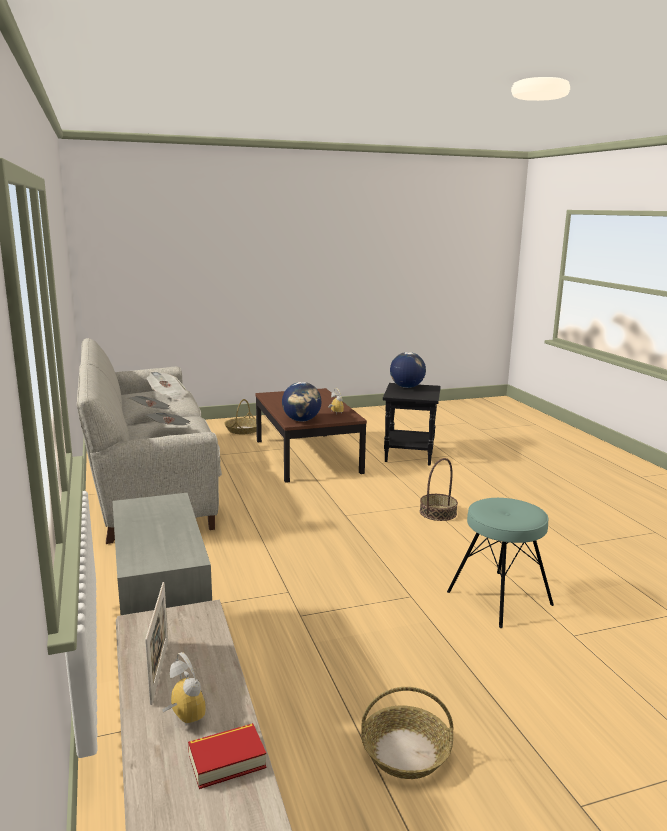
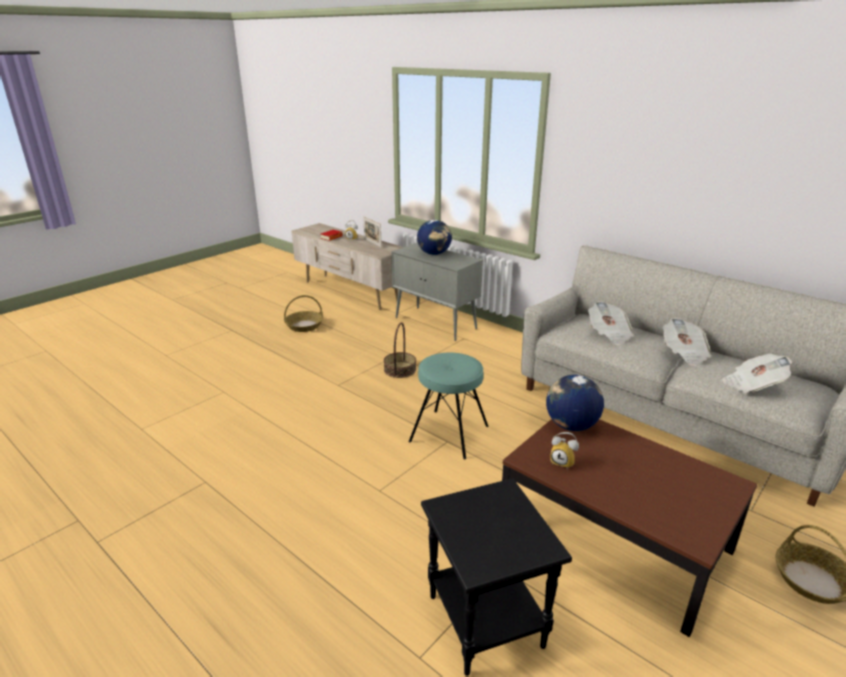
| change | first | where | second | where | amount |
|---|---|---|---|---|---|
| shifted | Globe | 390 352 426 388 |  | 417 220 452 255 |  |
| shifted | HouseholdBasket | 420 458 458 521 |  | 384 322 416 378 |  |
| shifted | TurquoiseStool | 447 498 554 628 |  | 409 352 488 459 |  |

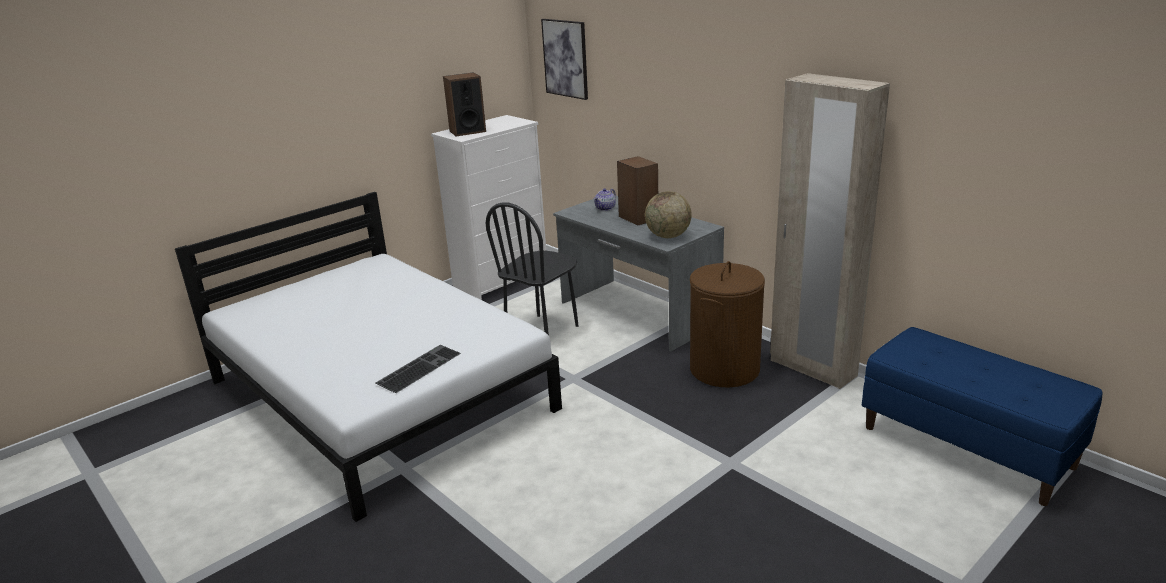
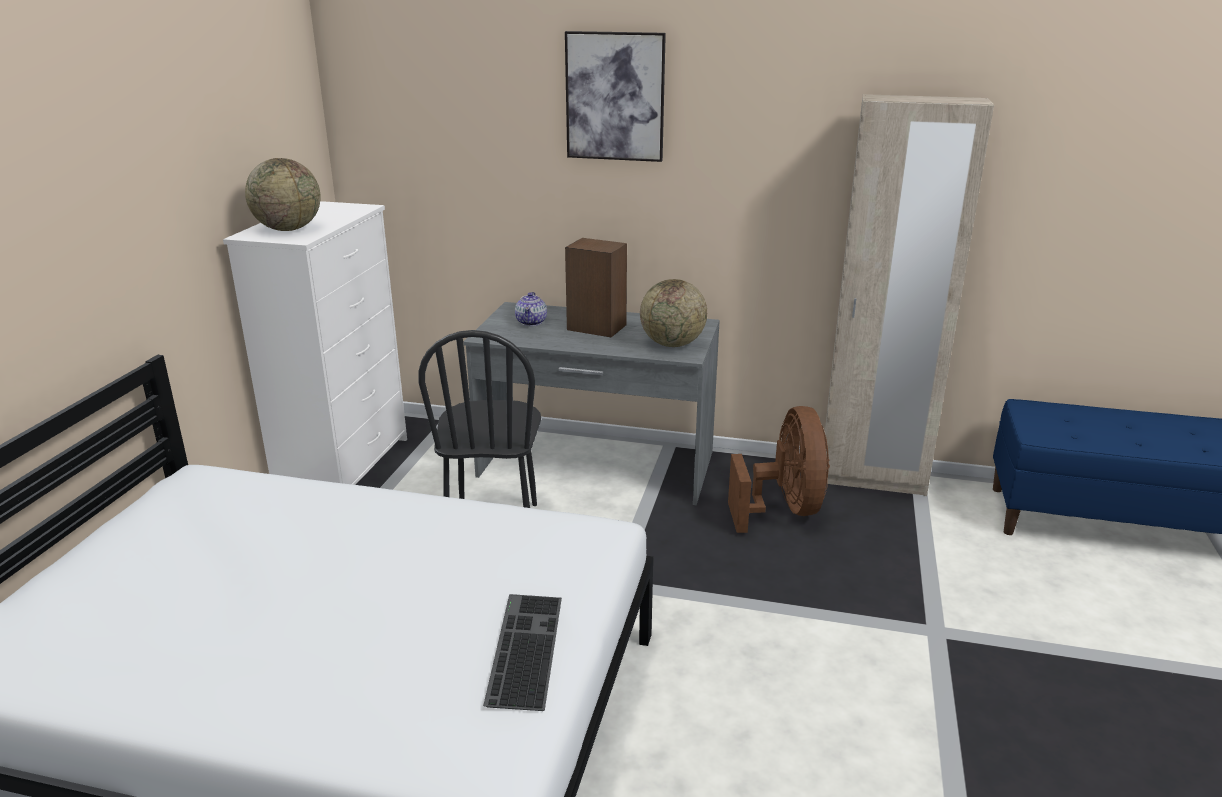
| change | first | where | second | where | amount |
|---|---|---|---|---|---|
| swapped | Speaker | 443 72 486 136 | Globe | 245 158 321 231 |  |
| shifted | WallArt | 541 19 588 100 |  | 565 31 666 162 |  |
| swapped | BrownColouredWashingBasket | 690 261 765 388 | BrownColouredElectricFan | 728 406 830 533 |  |

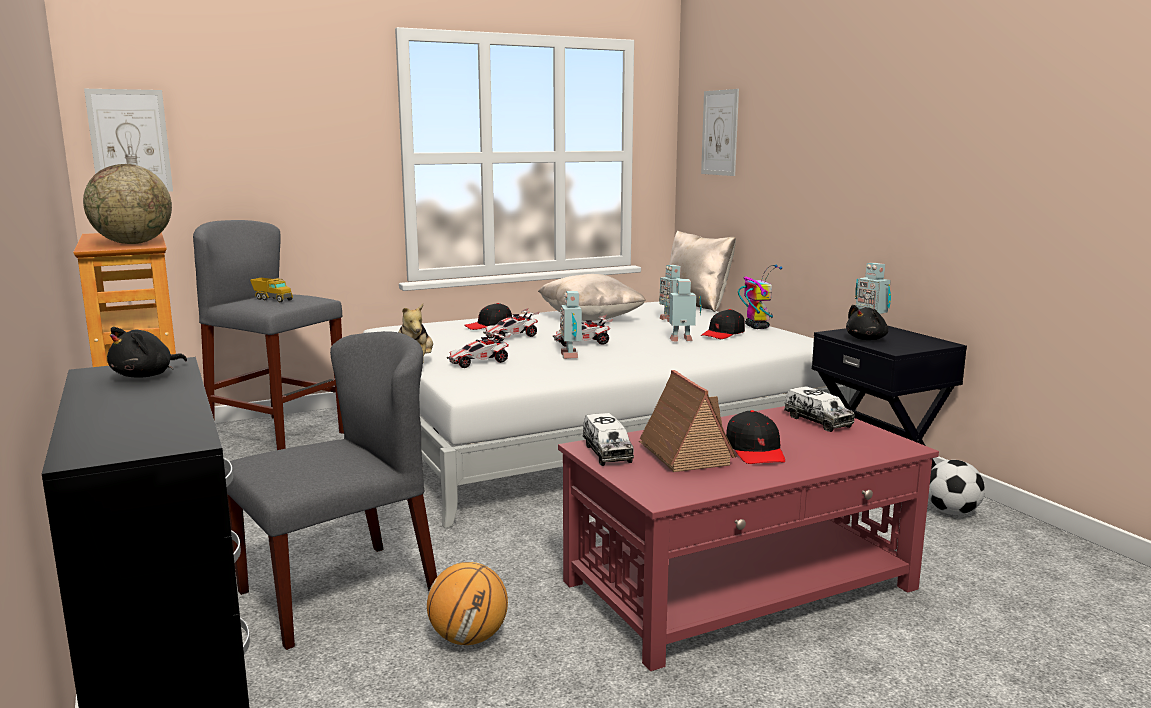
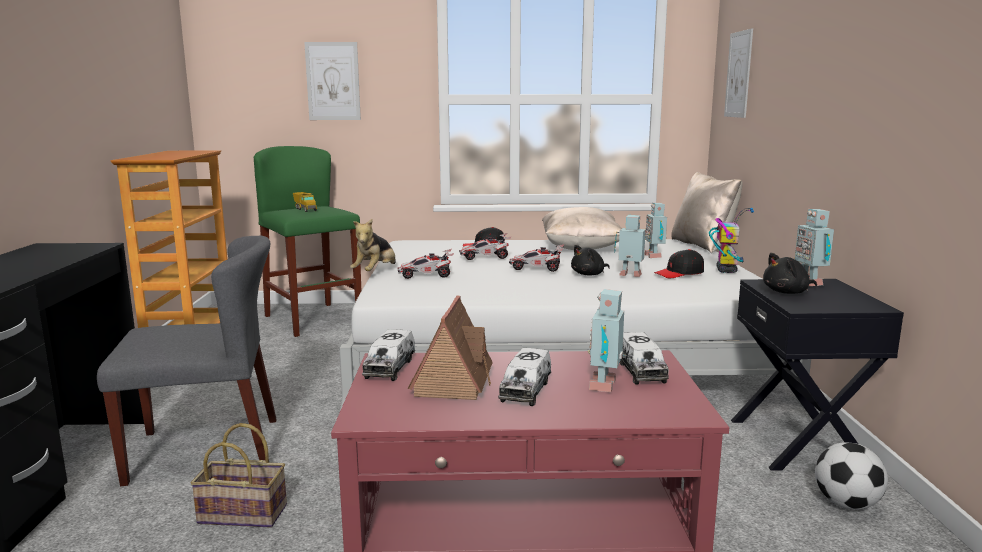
| change | first | where | second | where | amount |
|---|---|---|---|---|---|
| gone | Globe | 83 164 172 244 |  |  |  |
| shifted | WallArt | 84 89 173 192 |  | 304 42 361 120 |  |
| shifted | BlackCuddlyToy | 107 327 187 378 |  | 571 245 610 275 |  |
| repainted | GreyishStool | 193 220 344 450 | GreenColouredStool | 254 146 361 337 |  |
| swapped | BallForBasketball | 427 562 508 645 | HouseholdBasket | 190 423 287 528 |  |
| shifted | RobotFigure | 559 291 584 359 |  | 587 289 626 392 |  |
| swapped | BlackCap | 726 410 785 464 | ToyTruck | 498 348 551 406 |  |

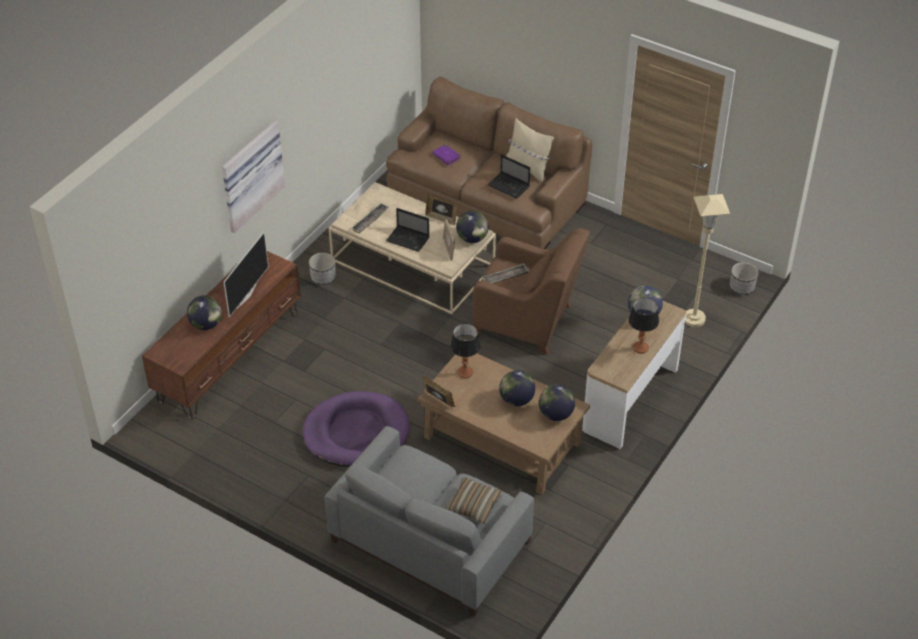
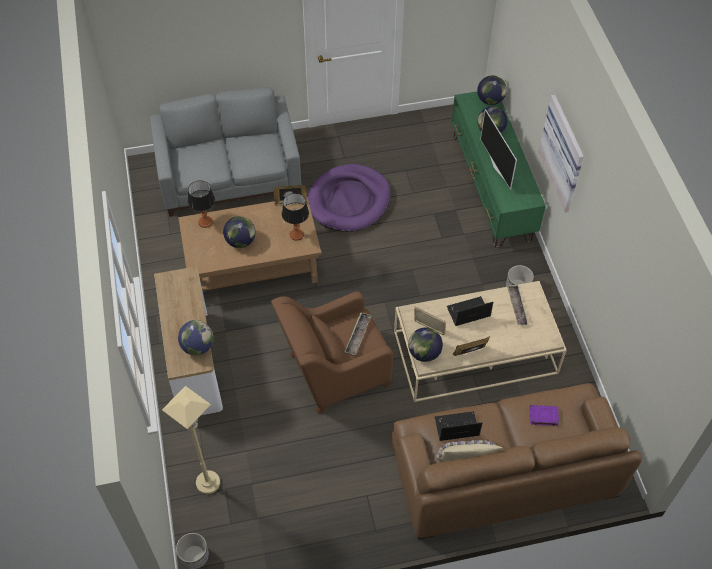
| change | first | where | second | where | amount |
|---|---|---|---|---|---|
| repainted | BrownColouredTvStand | 142 251 301 419 | GreenColouredTvStand | 451 91 546 248 |  |
| gone | Cushion | 445 478 503 524 |  |  |  |
| shifted | Globe | 539 385 575 421 |  | 477 75 507 105 |  |
| shifted | TableLamp | 628 298 659 354 |  | 188 180 215 228 |  |

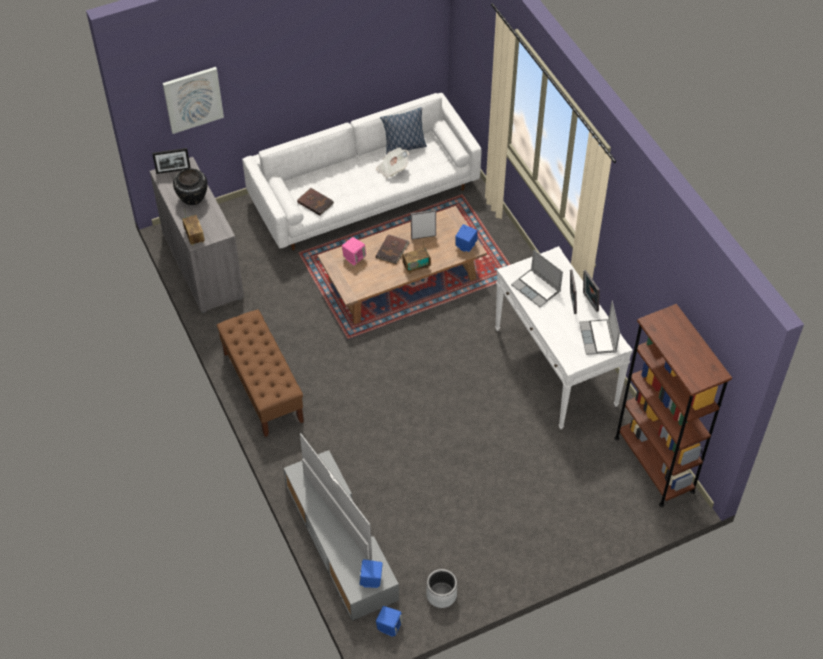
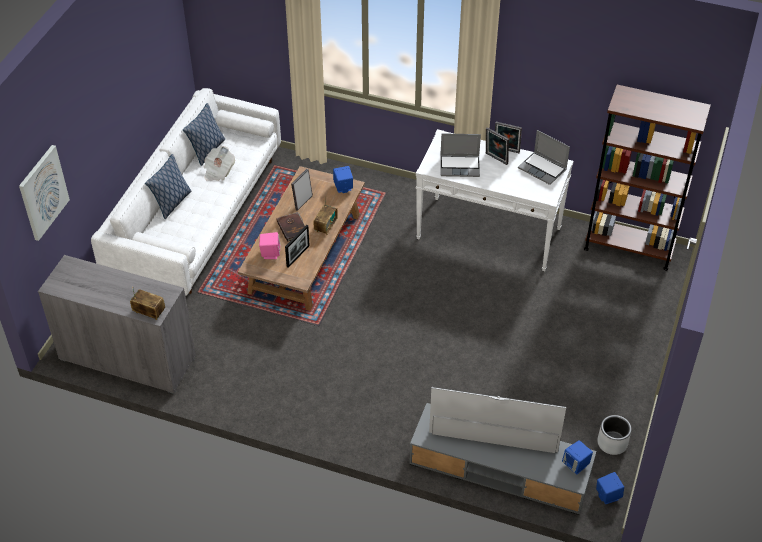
| change | first | where | second | where | amount |
|---|---|---|---|---|---|
| shifted | PictureFrame | 152 148 191 174 |  | 285 225 310 268 |  |
| gone | BlackDecorativeVase | 173 168 208 205 |  |  |  |
| gone | BrownColouredBench | 217 309 304 437 |  |  |  |
| gone | BrownColouredBook | 297 188 334 216 |  |  |  |
| new |  |  | Cushion | 145 154 191 219 |  |

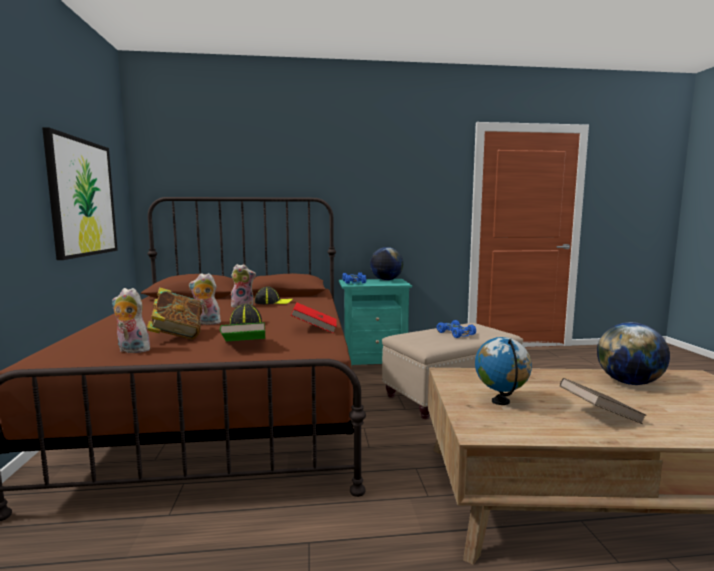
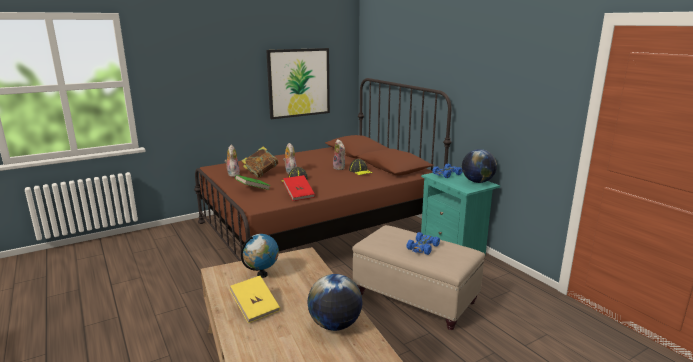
| change | first | where | second | where | amount |
|---|---|---|---|---|---|
| repainted | BrownColouredBook | 560 378 647 424 | YellowBook | 230 276 280 323 |  |

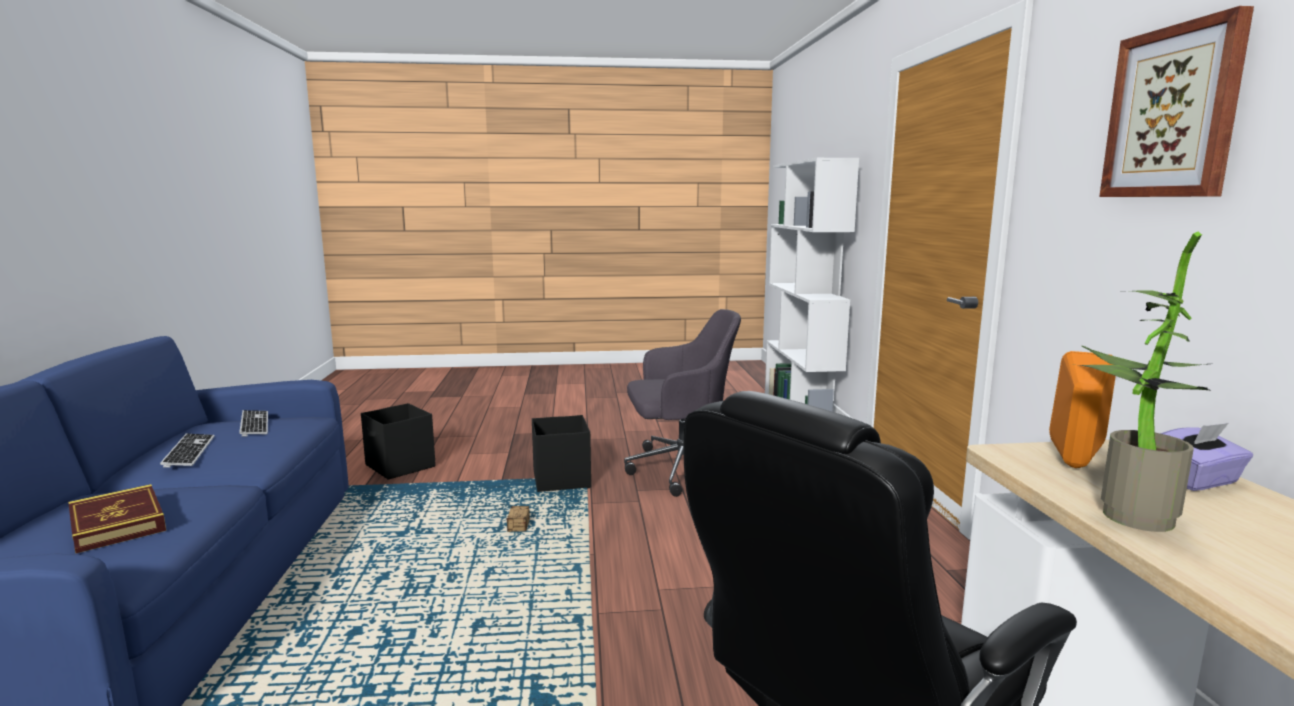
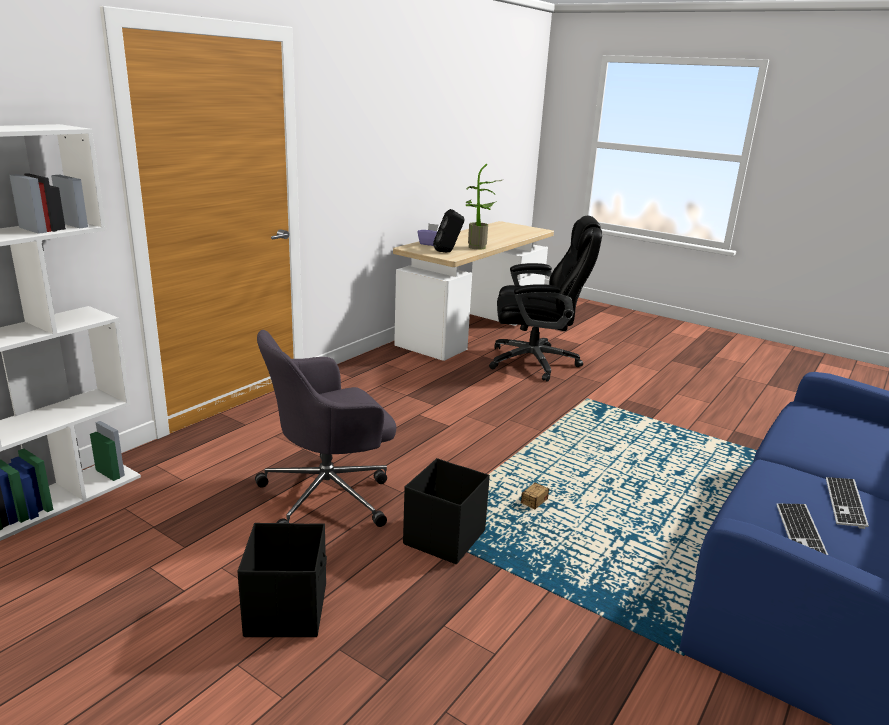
| change | first | where | second | where | amount |
|---|---|---|---|---|---|
| gone | Book | 68 484 166 553 |  |  |  |
| shifted | BlackStorageContainer | 361 403 436 480 |  | 237 523 327 637 |  |
| rotated | GreyishComputerChair | 624 309 741 497 |  | 255 330 396 527 | 60 degrees counterclockwise |
| repainted | OrangeySpeaker | 1049 351 1116 468 | BlackSpeaker | 433 209 464 252 |  |
| gone | WallArt | 1099 6 1254 197 |  |  |  |

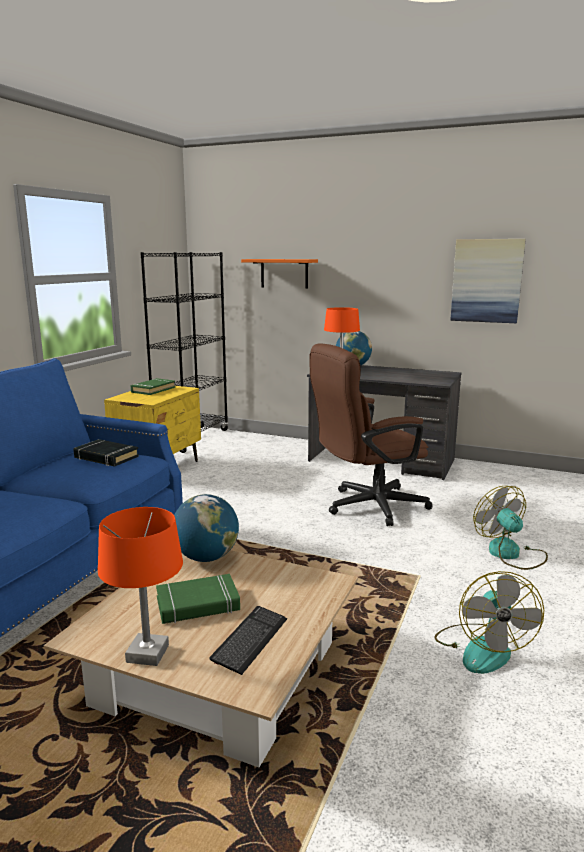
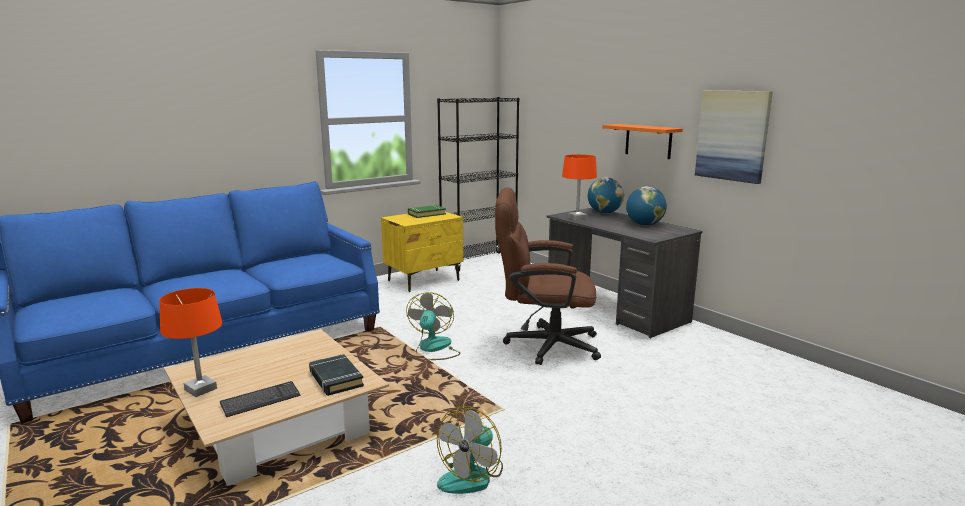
| change | first | where | second | where | amount |
|---|---|---|---|---|---|
| shifted | BlackBook | 73 439 139 467 |  | 309 354 364 396 |  |
| gone | GreenColouredBook | 156 574 240 624 |  |  |  |
| shifted | Globe | 174 494 239 562 |  | 626 186 667 226 |  |
| shifted | OrangeyWallShelf | 241 259 318 288 |  | 602 124 683 159 |  |
| shifted | ElectricFan | 473 486 548 570 |  | 406 292 460 360 |  |

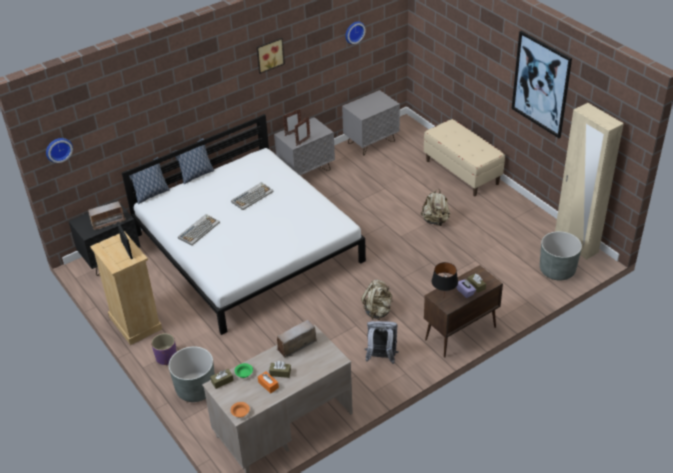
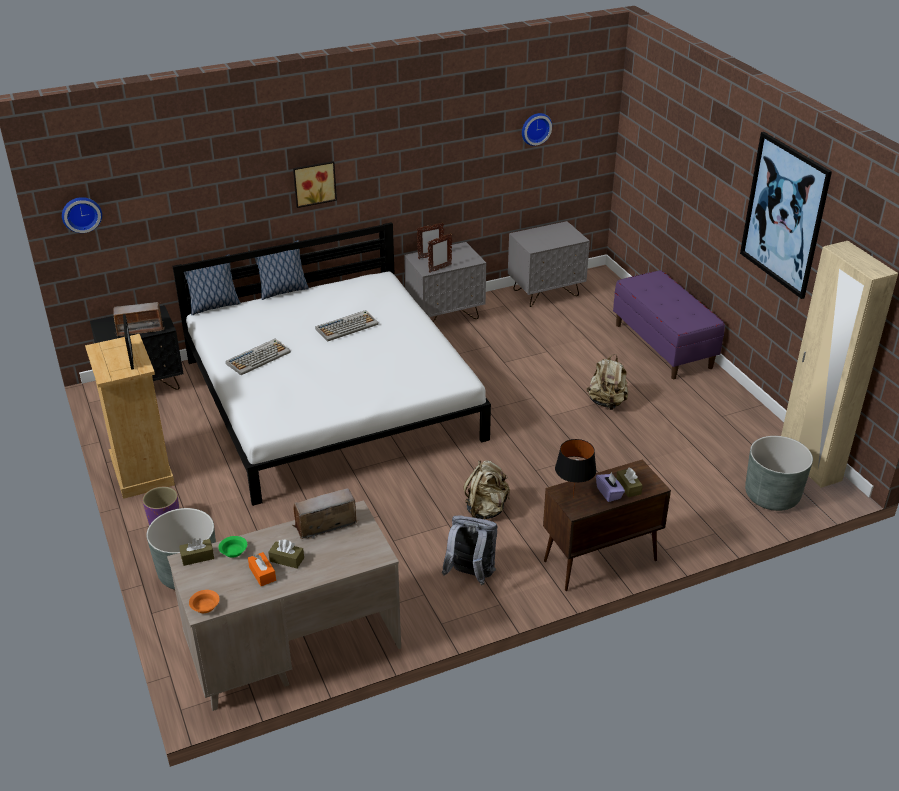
| change | first | where | second | where | amount |
|---|---|---|---|---|---|
| shifted | WallArt | 257 38 285 74 |  | 293 161 337 208 |  |
| repainted | BeigeColouredBench | 424 119 505 196 | PurplishBench | 613 270 725 379 |  |

